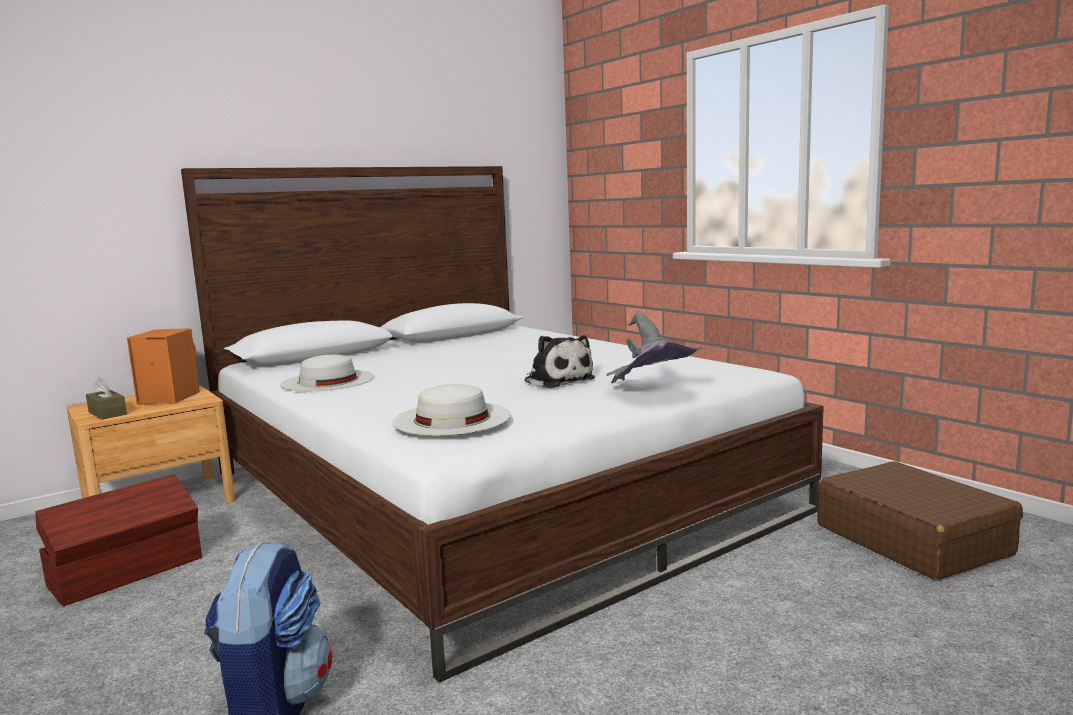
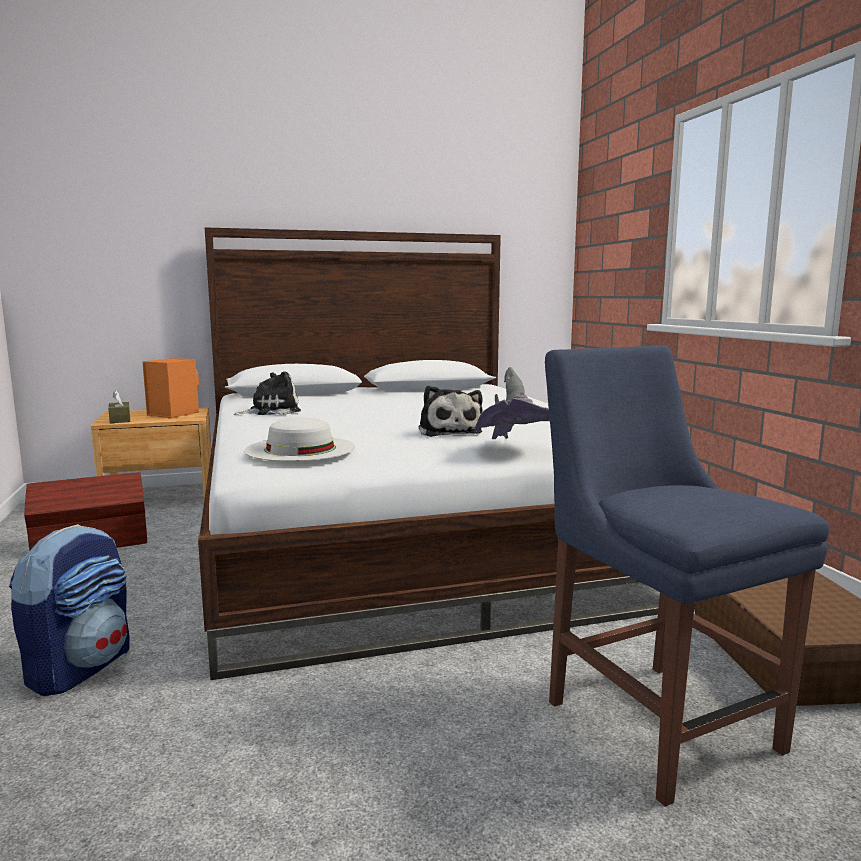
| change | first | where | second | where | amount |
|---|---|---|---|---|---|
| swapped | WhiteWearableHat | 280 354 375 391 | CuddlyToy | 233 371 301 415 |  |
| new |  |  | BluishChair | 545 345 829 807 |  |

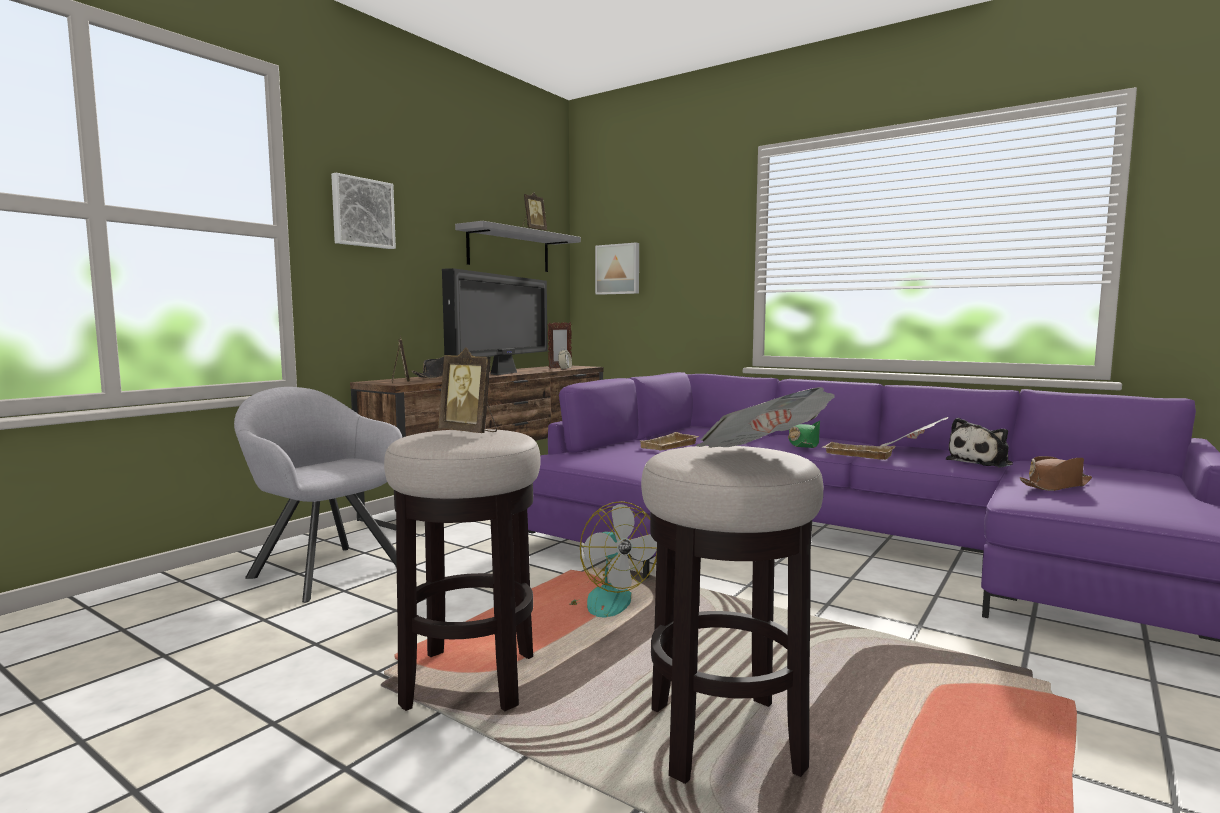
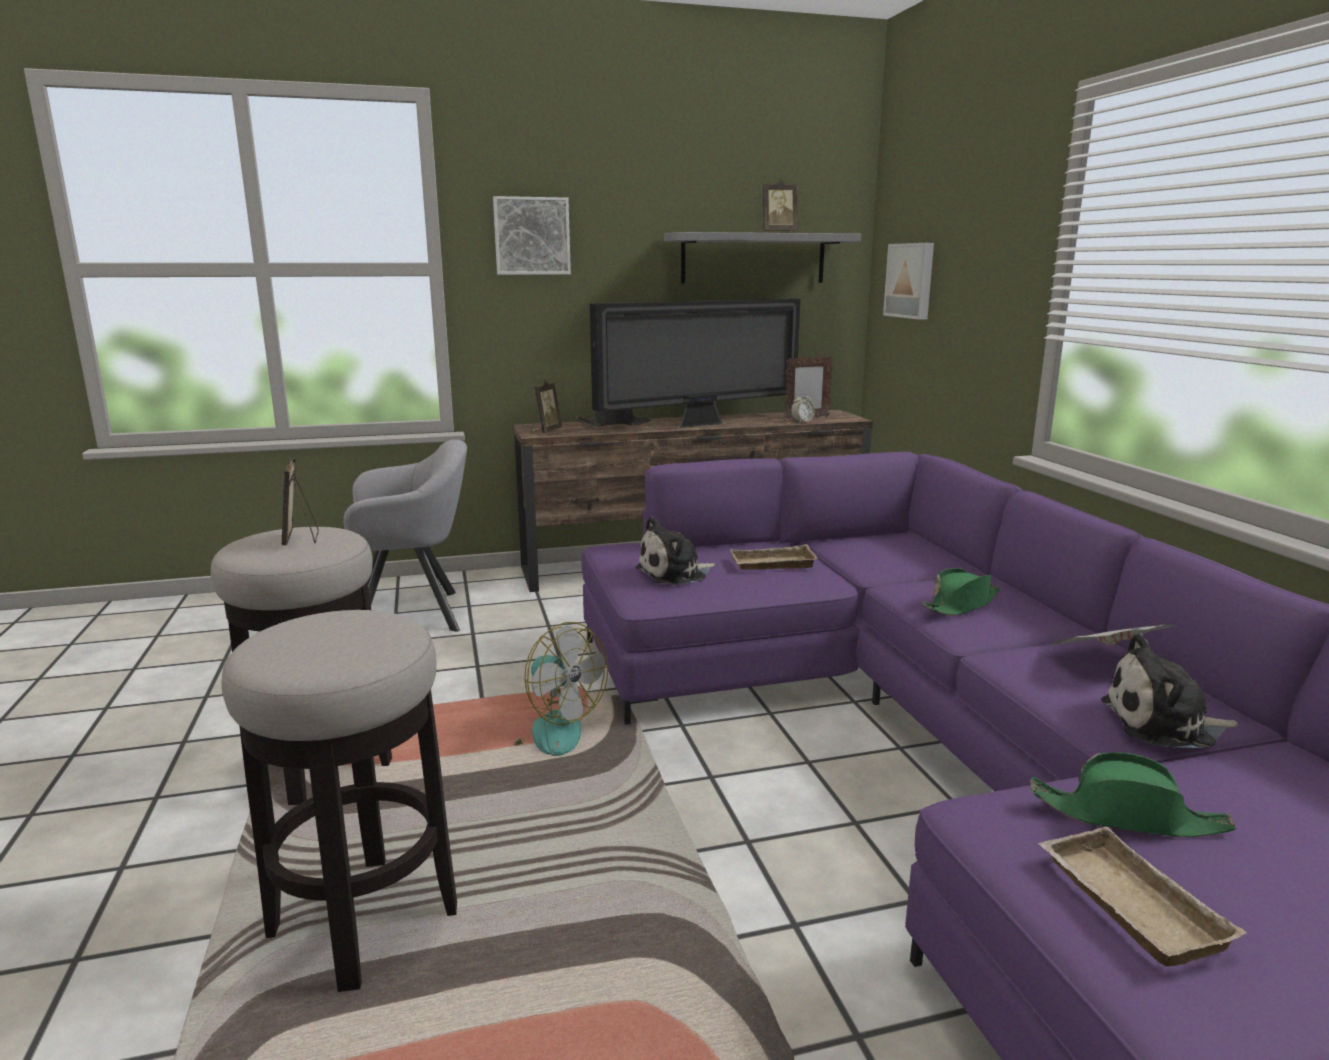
| change | first | where | second | where | amount |
|---|---|---|---|---|---|
| rotated | GreyishArmchair | 234 387 402 603 |  | 343 439 467 632 | 90 degrees clockwise |
| rotated | ElectricFan | 570 501 657 617 |  | 513 622 608 756 | 60 degrees counterclockwise |
| gone | PrintedPaper | 696 387 835 448 |  |  |  |
| shifted | BeigeColouredServingTray | 822 442 895 460 |  | 1039 827 1247 967 |  |
| repainted | BrownColouredWearableHat | 1020 456 1092 491 | GreenColouredWearableHat | 1030 752 1236 837 |  |
| new |  |  | CuddlyToy | 635 517 716 585 |  |

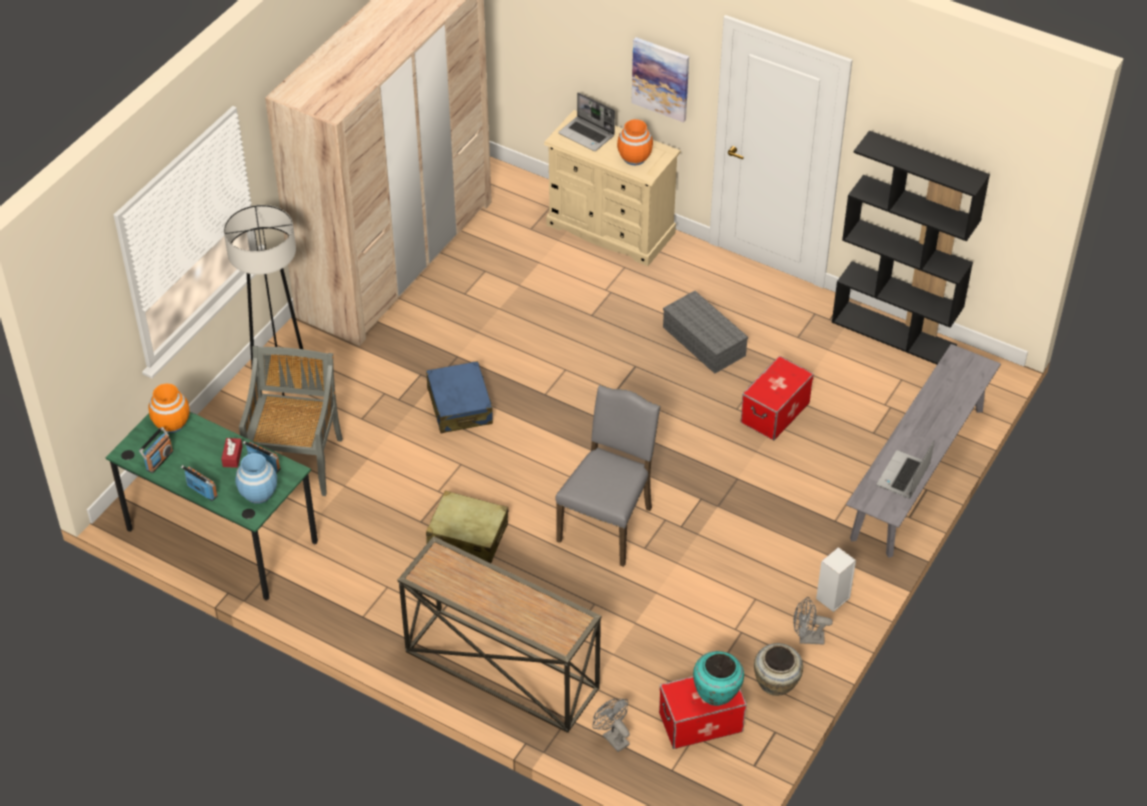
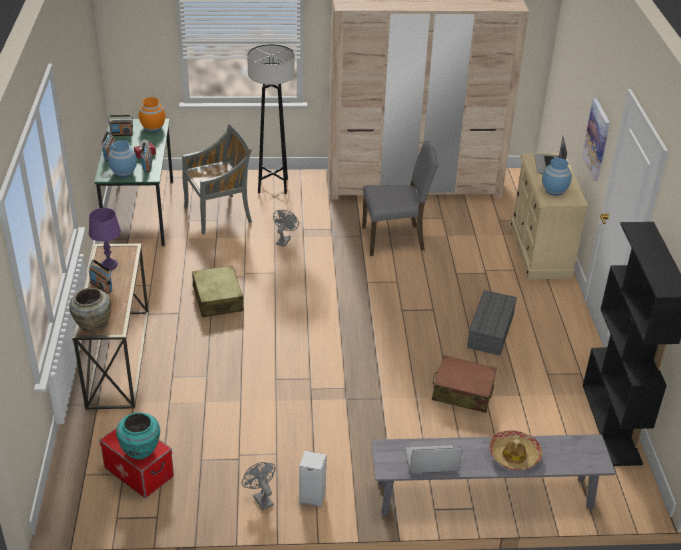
| change | first | where | second | where | amount |
|---|---|---|---|---|---|
| gone | BluishPieceOfLuggage | 426 361 493 433 |  |  |  |
| shifted | GreyishChair | 555 385 660 567 |  | 362 140 439 256 |  |
| shifted | GreyishElectricFan | 592 698 630 752 |  | 273 210 299 247 |  |
| repainted | OrangeyDecorativeVase | 617 119 653 165 | BluishDecorativeVase | 542 158 572 196 |  |
| swapped | StorageContainer | 741 356 814 440 | BrownColouredPieceOfLuggage | 432 355 497 413 |  |
| shifted | BeigeColouredDecorativeVase | 754 643 803 696 |  | 69 288 111 333 |  |
| new |  |  | PurplishTableLamp | 89 208 121 270 |  |
| new |  |  | RadioSet | 89 259 112 294 |  |
| new |  |  | WearableHat | 490 430 543 470 |  |

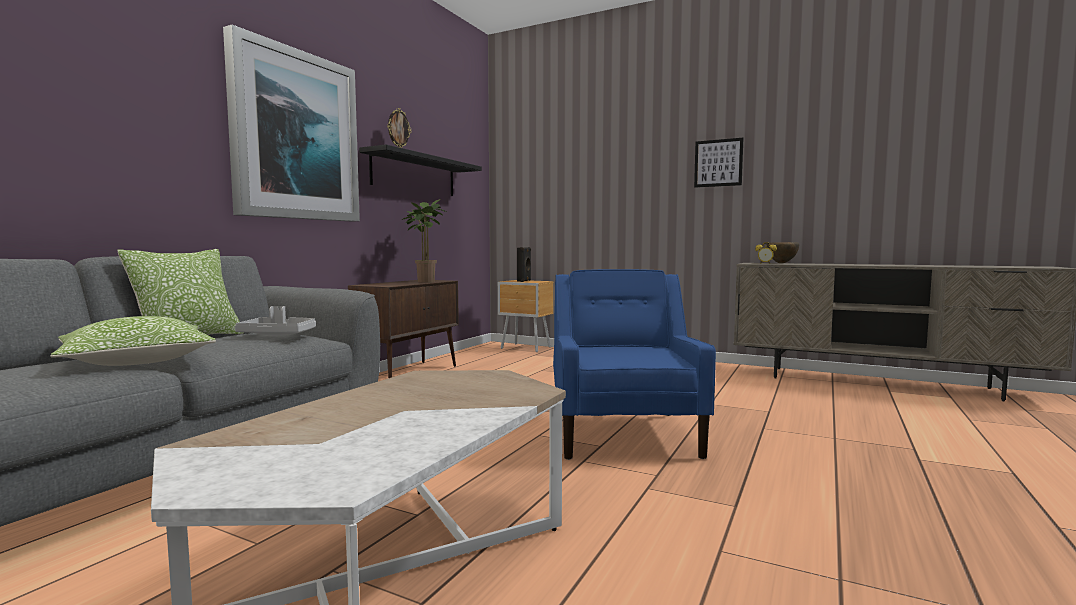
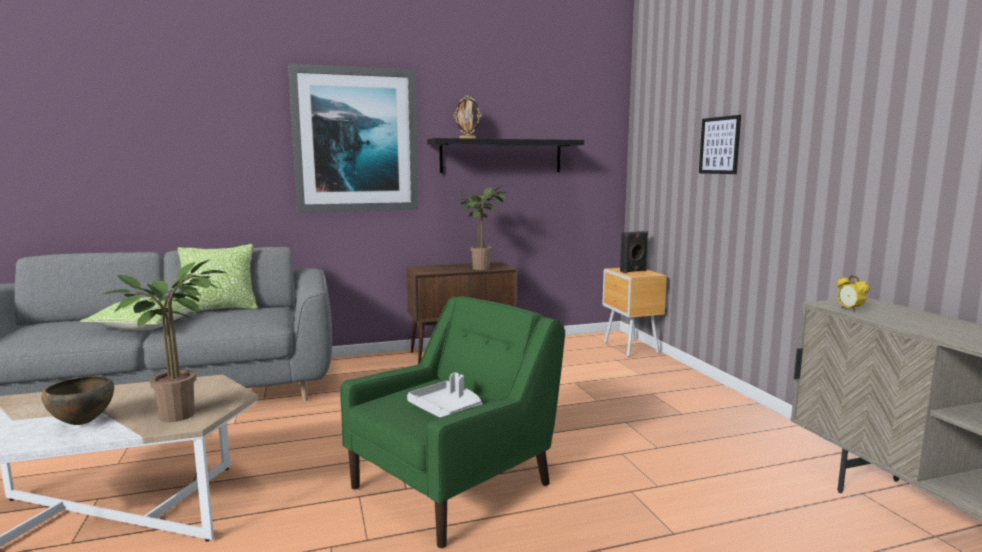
| change | first | where | second | where | amount |
|---|---|---|---|---|---|
| shifted | GreyishServingTray | 235 306 316 335 |  | 407 373 482 417 |  |
| repainted | BluishArmchair | 553 269 716 460 | GreenColouredArmchair | 340 296 565 548 |  |
| shifted | WallArt | 694 138 743 188 |  | 699 115 741 174 |  |
| shifted | BrownColouredServingBowl | 766 242 799 263 |  | 41 376 114 425 |  |
| new |  |  | PlantInAPot | 102 259 227 422 |  |

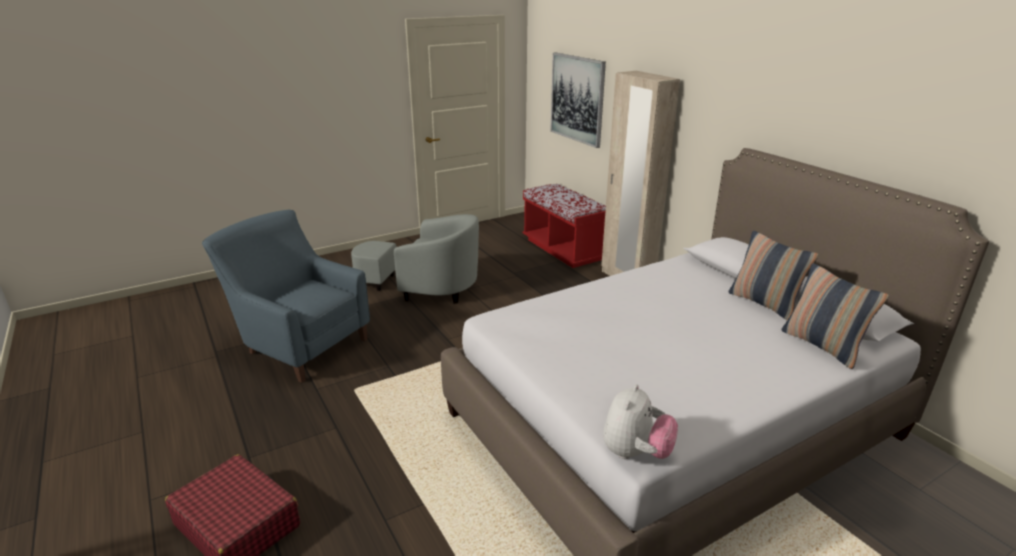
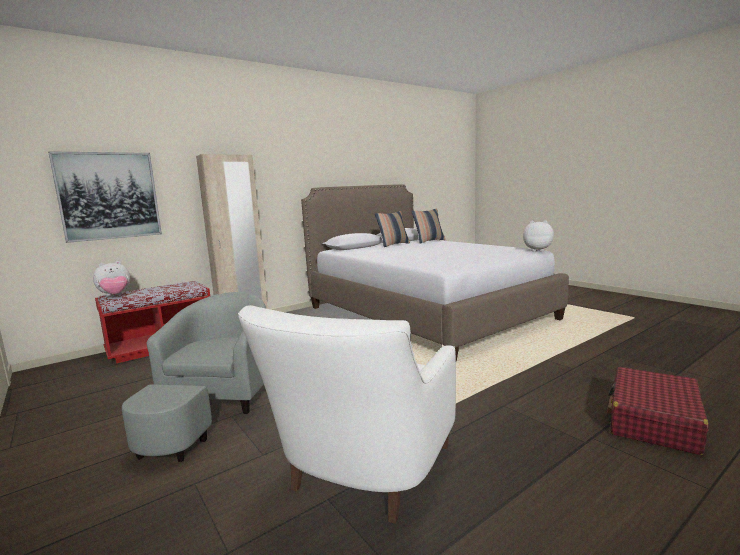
| change | first | where | second | where | amount |
|---|---|---|---|---|---|
| repainted | BluishArmchair | 202 210 370 383 | WhiteArmchair | 238 305 456 524 |  |
| new |  |  | CuddlyToy | 93 261 130 296 |  |

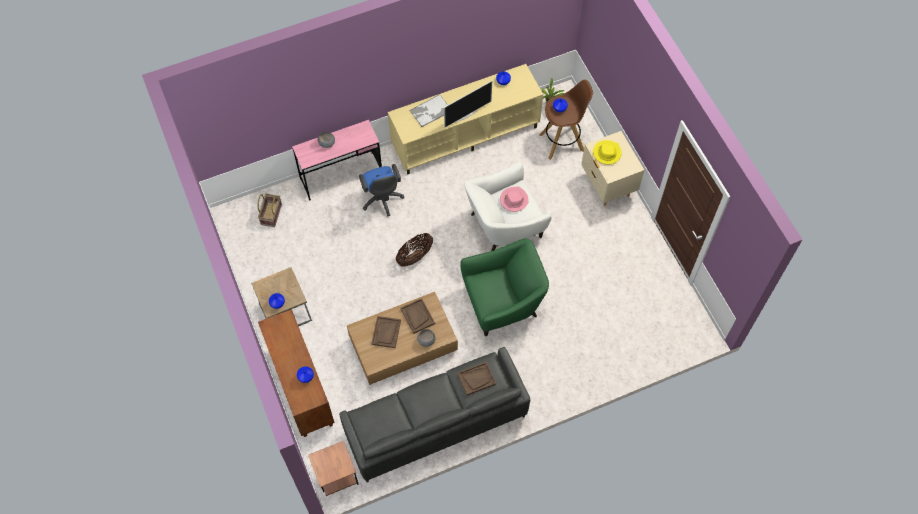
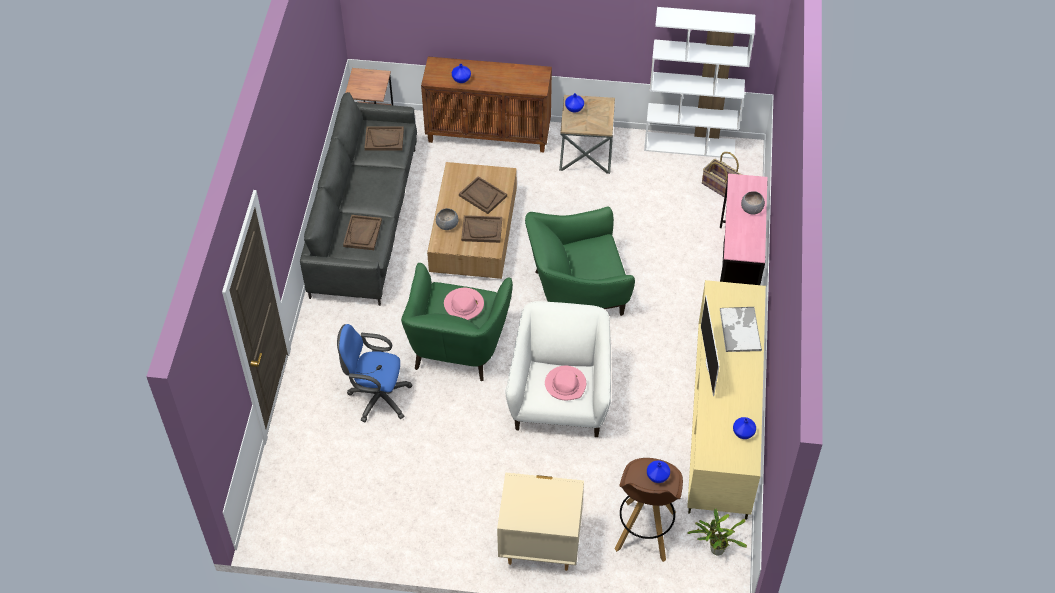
| change | first | where | second | where | amount |
|---|---|---|---|---|---|
| shifted | BluishComputerChair | 359 164 404 217 |  | 337 324 413 422 |  |
| swapped | HouseholdBasket | 396 233 433 267 | GreenColouredArmchair | 525 207 635 316 |  |
| gone | YellowWearableHat | 593 140 621 165 |  |  |  |
| new |  |  | BrownColouredServingTray | 365 126 404 151 |  |
| new |  |  | PinkWearableHat | 444 288 484 320 |  |
| new |  |  | WhiteShelvingUnit | 644 7 755 159 |  |

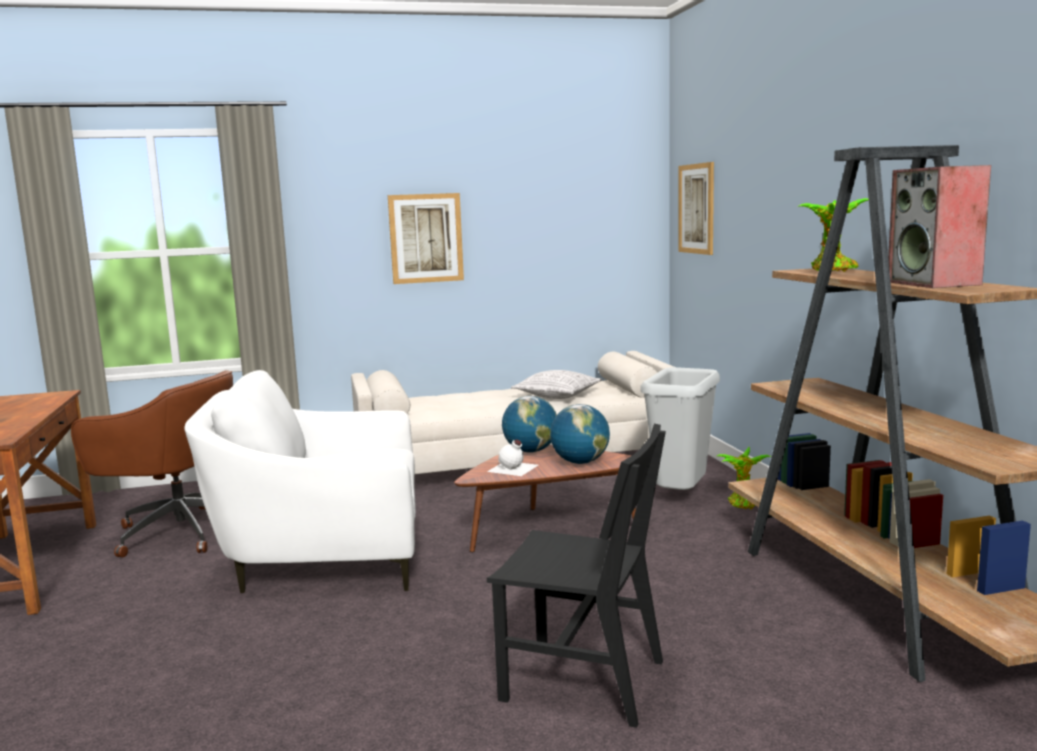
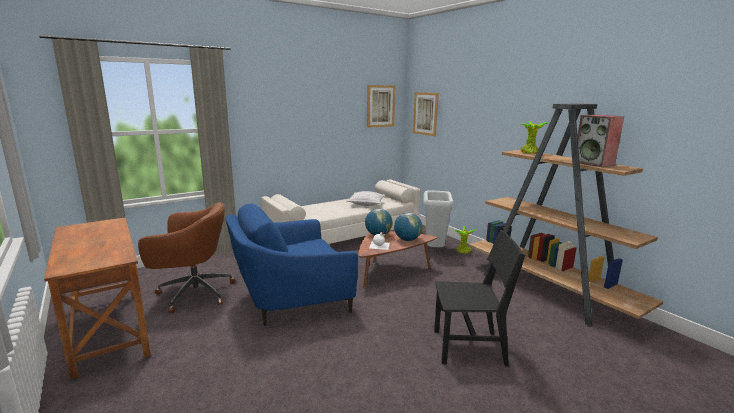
| change | first | where | second | where | amount |
|---|---|---|---|---|---|
| repainted | WhiteArmchair | 184 370 416 593 | BluishArmchair | 226 203 358 326 |  |
| shifted | WallArt | 388 193 464 284 |  | 367 85 396 128 |  |

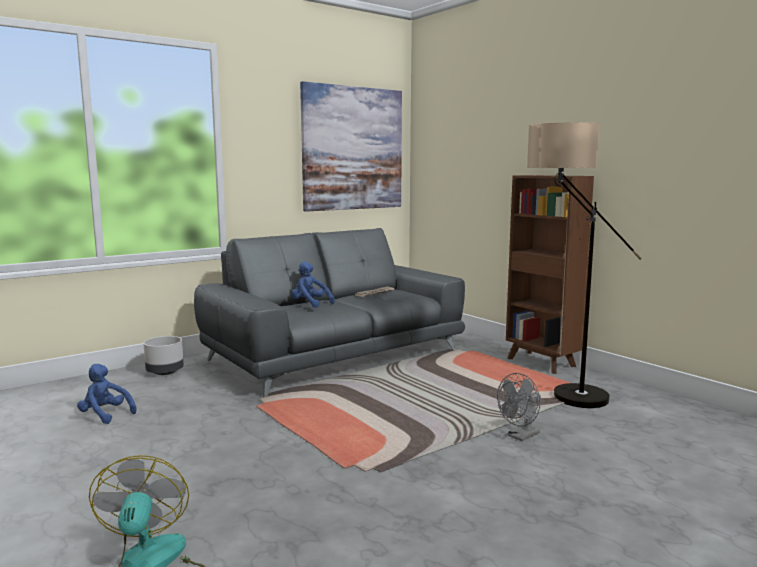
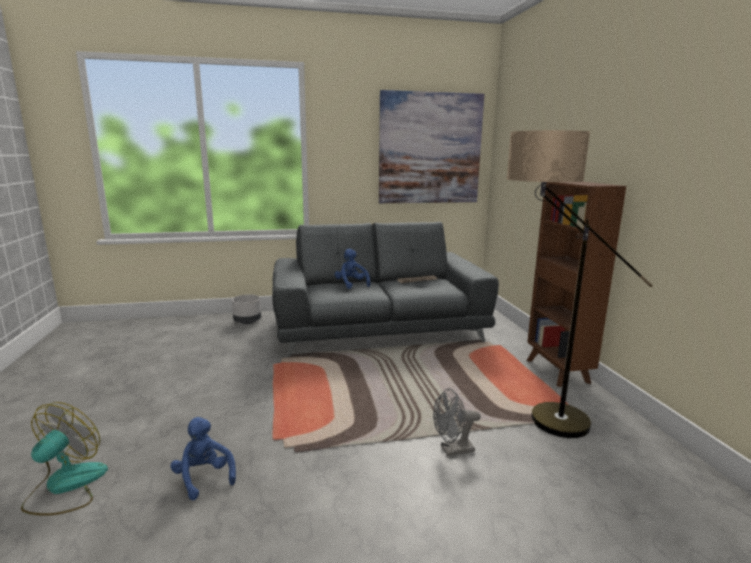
| change | first | where | second | where | amount |
|---|---|---|---|---|---|
| shifted | BluishCuddlyToy | 77 364 137 424 |  | 170 417 236 500 |  |

